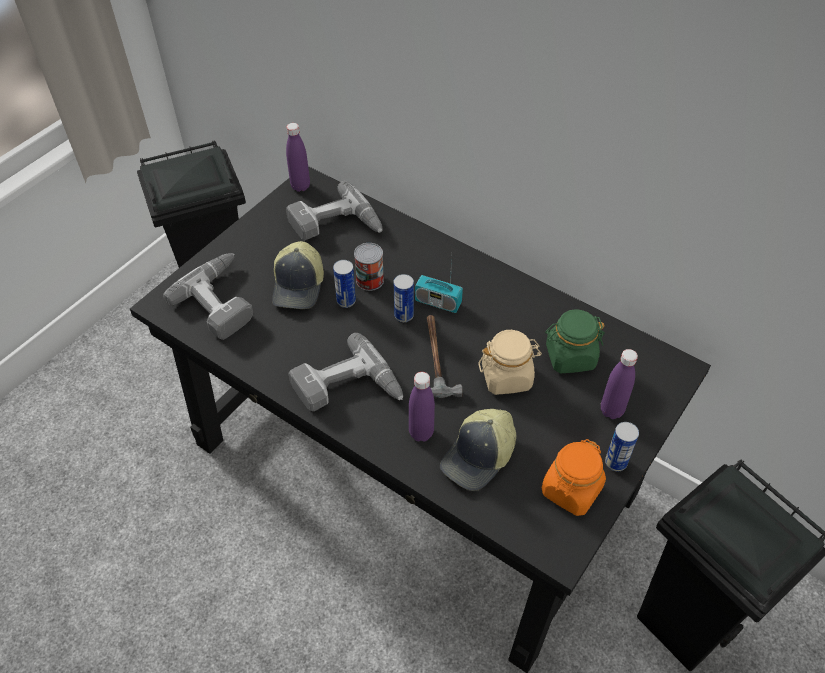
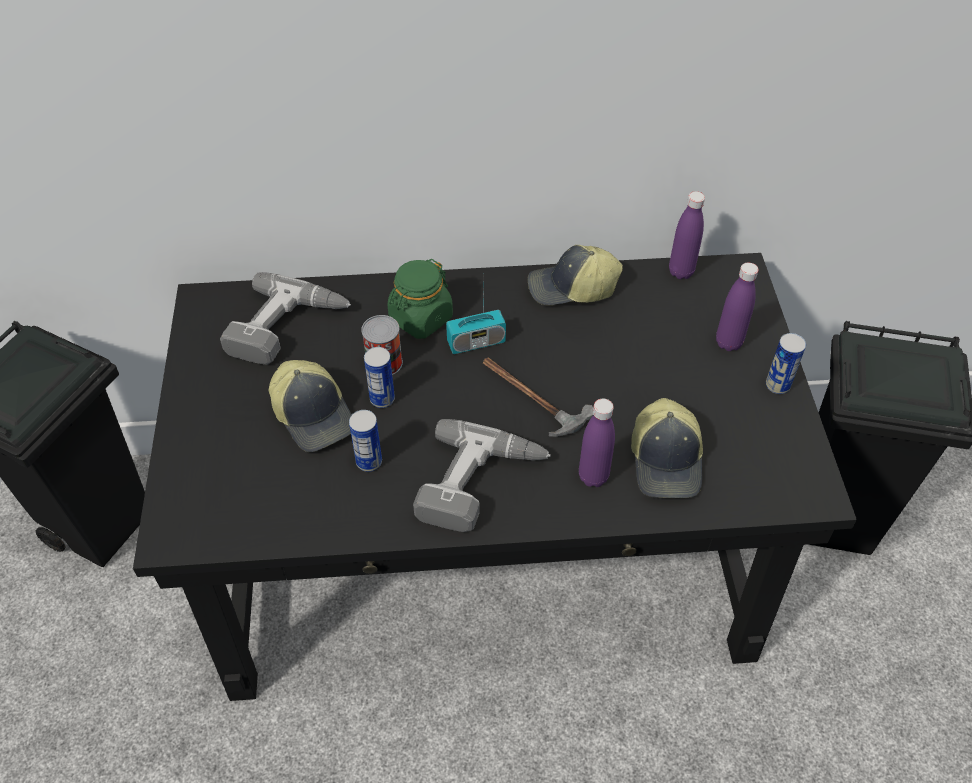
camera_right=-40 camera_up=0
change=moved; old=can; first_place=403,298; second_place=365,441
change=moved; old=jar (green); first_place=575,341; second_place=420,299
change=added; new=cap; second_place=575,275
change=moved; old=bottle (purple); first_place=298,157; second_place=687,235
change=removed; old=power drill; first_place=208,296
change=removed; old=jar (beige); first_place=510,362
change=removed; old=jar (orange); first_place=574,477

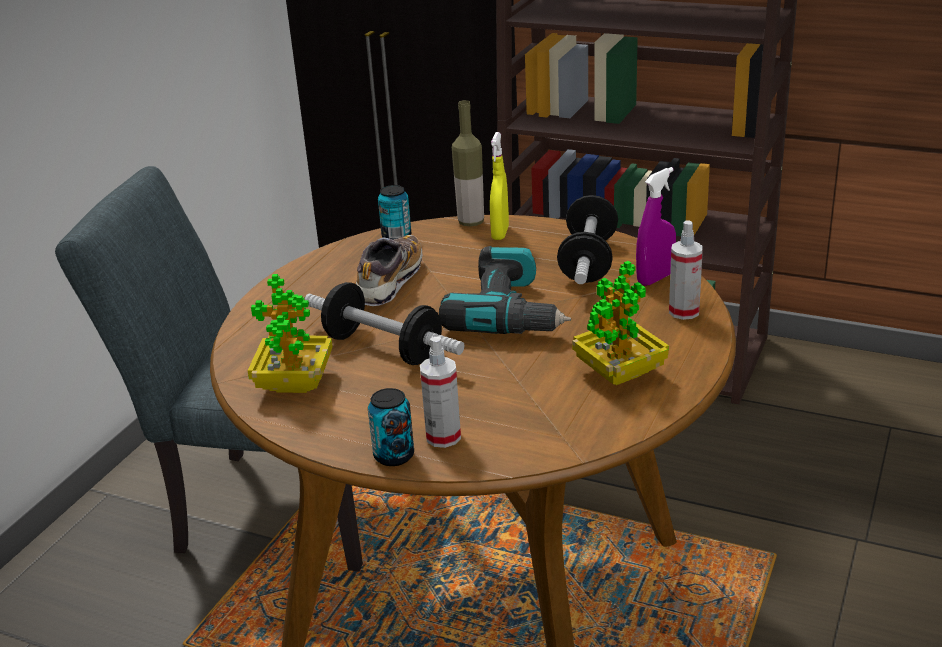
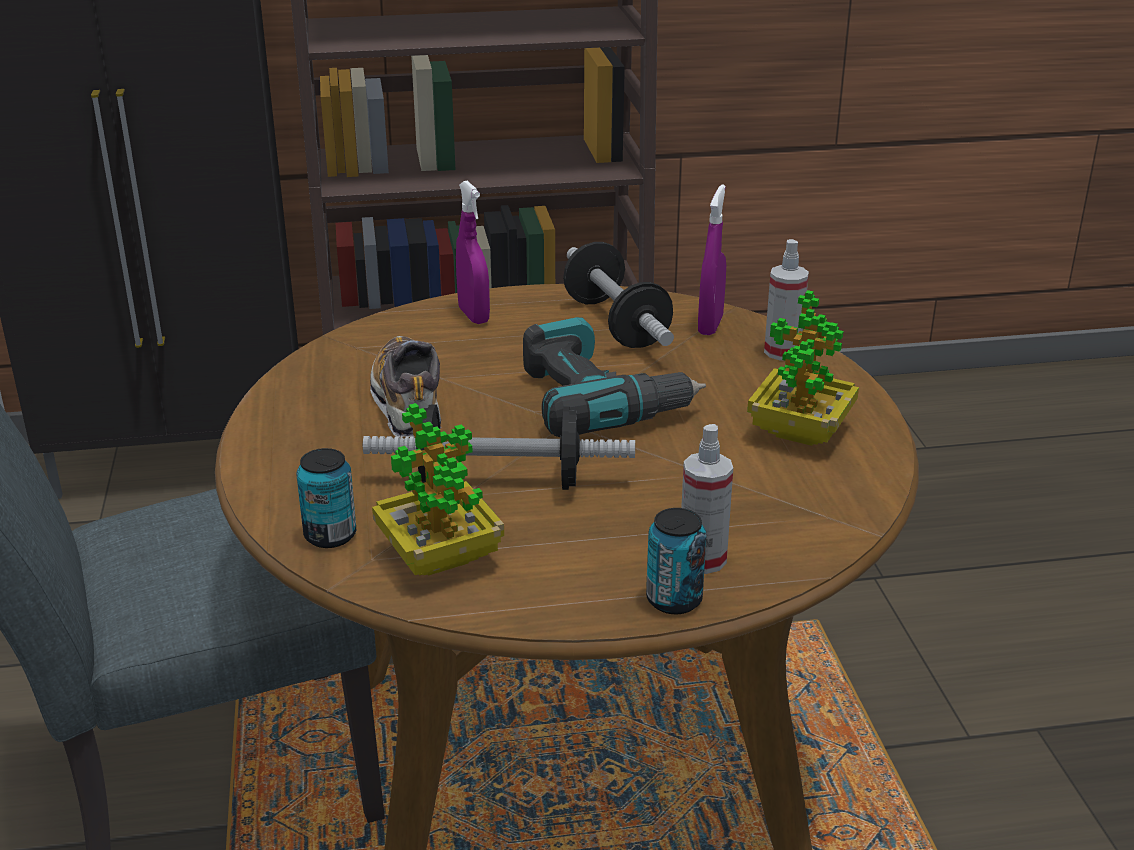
camera_right=-35 camera_up=0
change=moved; old=can; first_place=394,212; second_place=326,498
change=recoloured; old=spray bottle (yellow); new=spray bottle (purple); first_place=499,186; second_place=473,252
change=removed; old=bottle; first_place=468,163

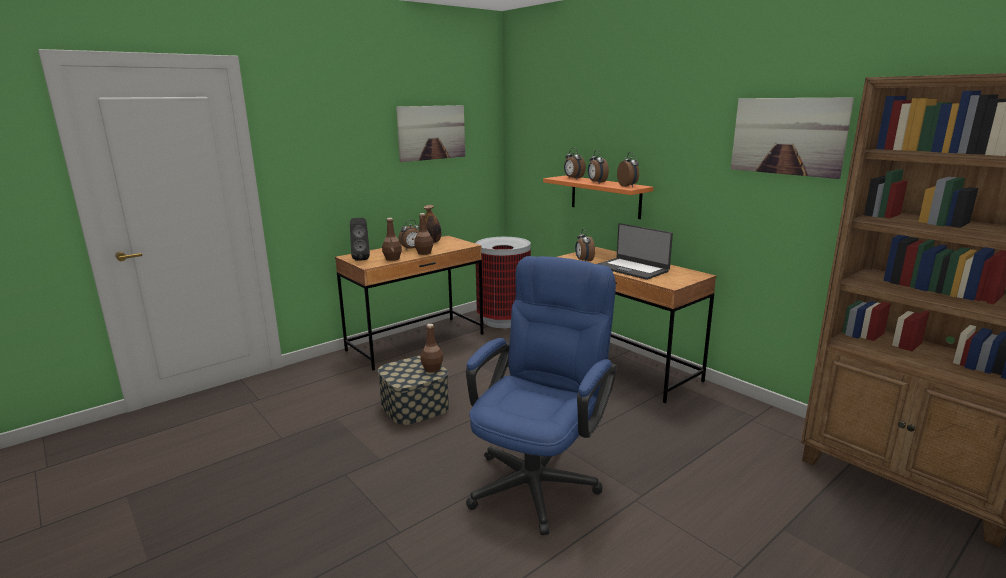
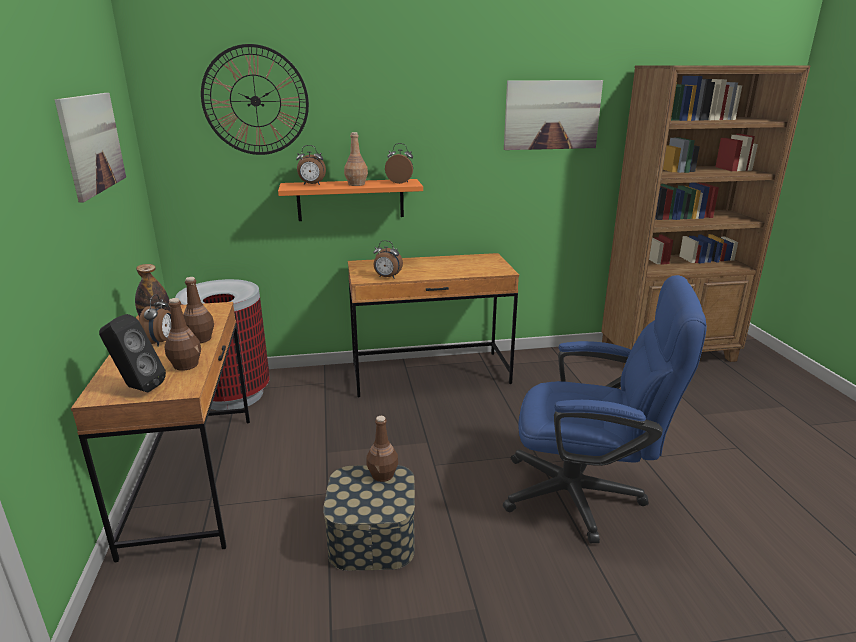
camera_right=-60 camera_up=5
change=added; new=wall clock; second_place=255,99
change=replaced; old=alarm clock; new=bottle (brown); first_place=598,167; second_place=356,159
change=turned; old=office chair (blue); first_place=541,395; second_place=605,409; degrees=135
change=removed; old=laptop; first_place=635,251

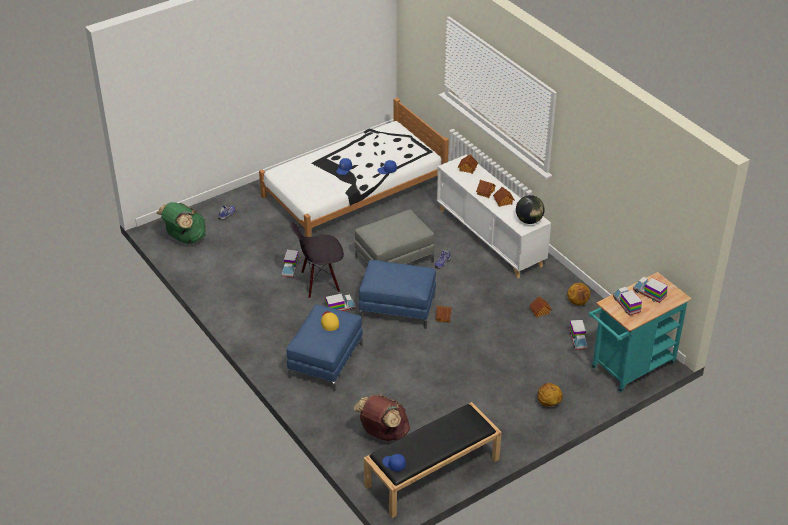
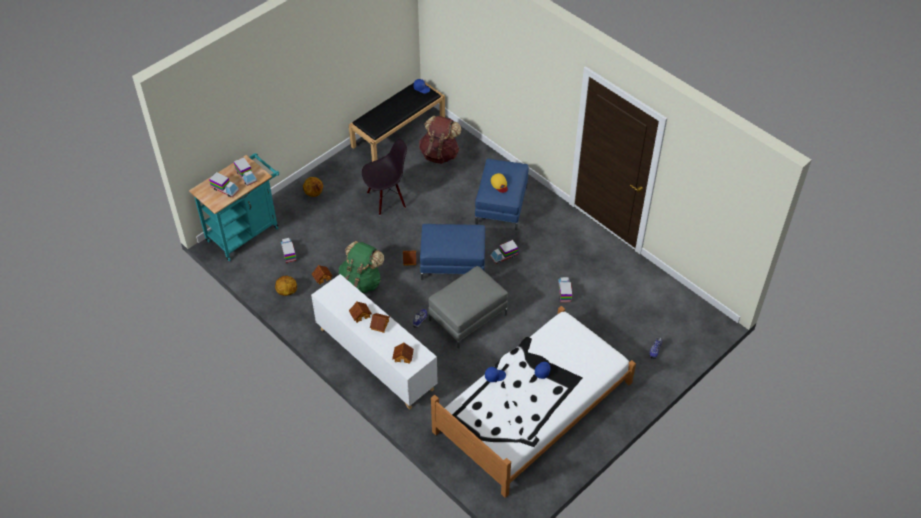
camera_right=170 camera_up=10
change=moved; old=backpack (green); first_place=181,223; second_place=361,267
change=moved; old=chair (black); first_place=317,260; second_place=384,177
change=removed; old=globe; first_place=530,209

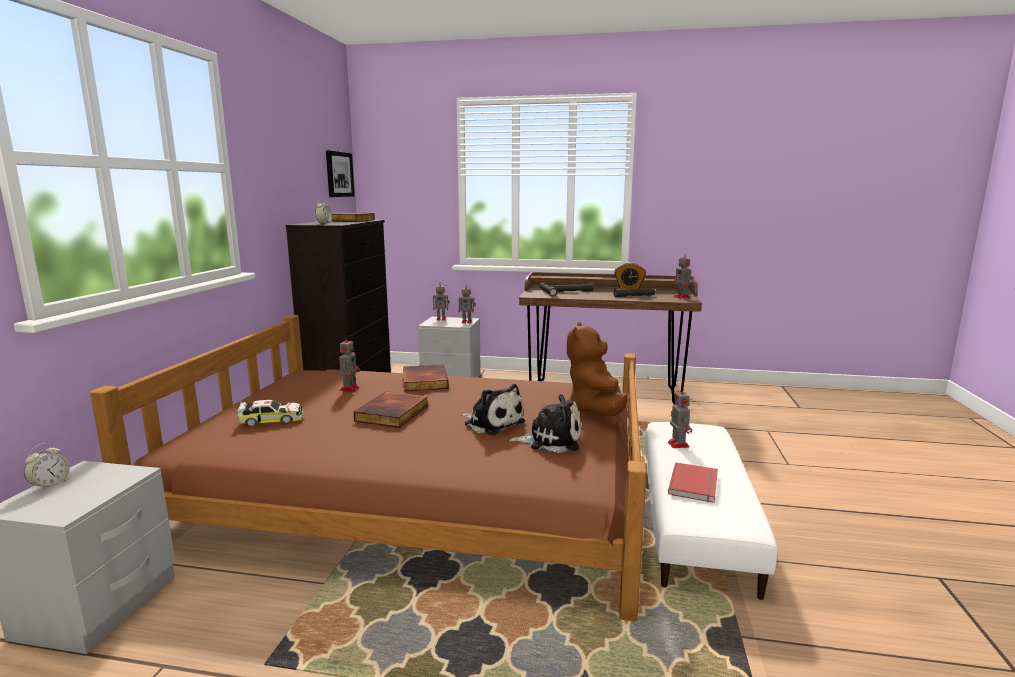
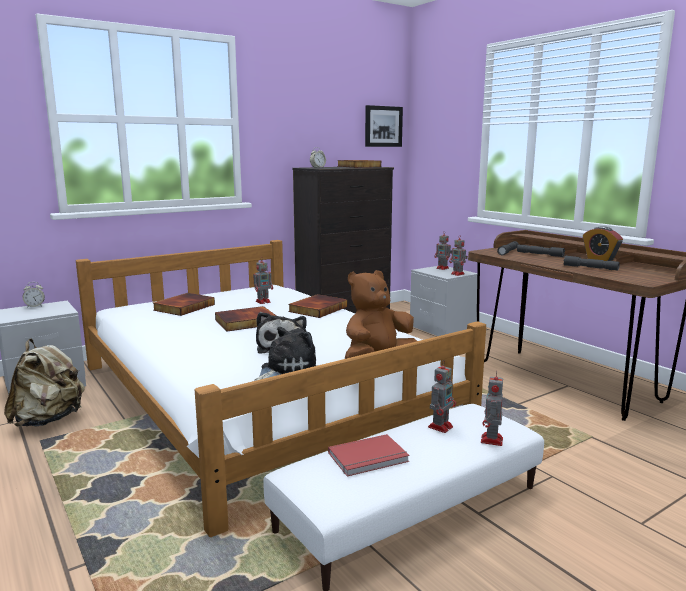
camera_right=45 camera_up=0
change=added; new=backpack (beige); second_place=44,383
change=recoloured; old=bed (brown); new=bed (white); first_place=368,468; second_place=281,388
change=replaced; old=toy car; new=book; first_place=269,413; second_place=184,304
change=turned; old=plush toy; first_place=545,423; second_place=285,354; degrees=-90
change=moved; old=toy robot; first_place=683,276; second_place=492,408

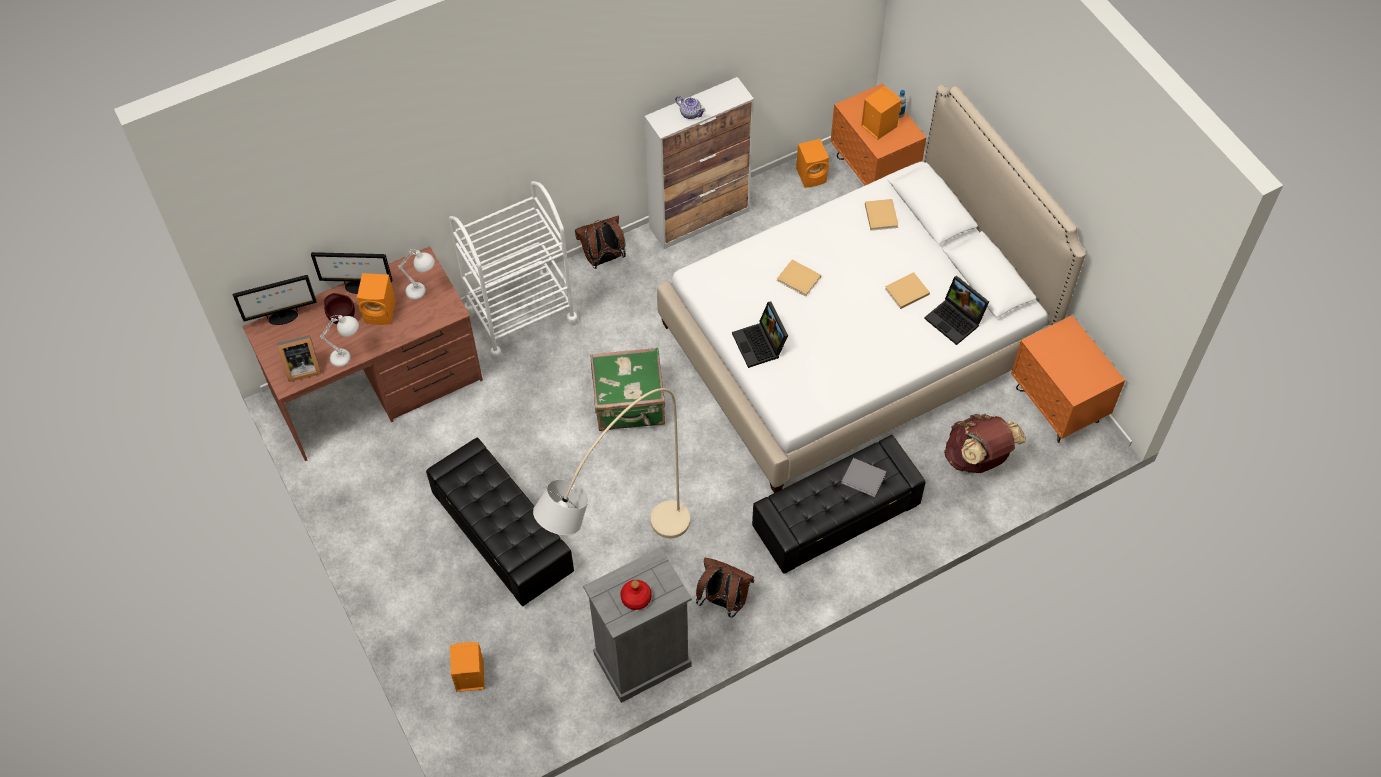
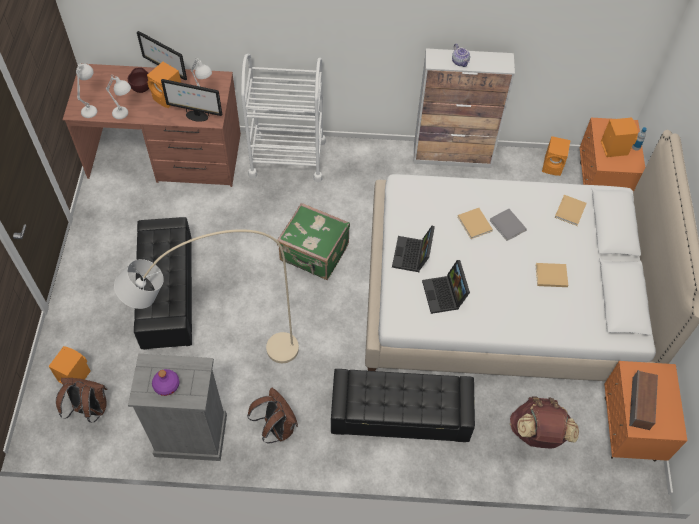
camera_right=30 camera_up=0
change=moved; old=backpack (brown); first_place=600,242; second_place=82,400
change=replaced; old=picture frame; new=table lamp (white); first_place=299,358; second_place=86,91
change=recoloured; old=bottle (red); new=bottle (purple); first_place=635,595; second_place=165,382
change=moved; old=monitor; first_place=275,300; second_place=191,100
change=moved; old=laptop; first_place=956,310; second_place=446,287
change=moved; old=book (grey); first_place=864,477; second_place=508,225
change=added; new=speaker; second_place=643,400

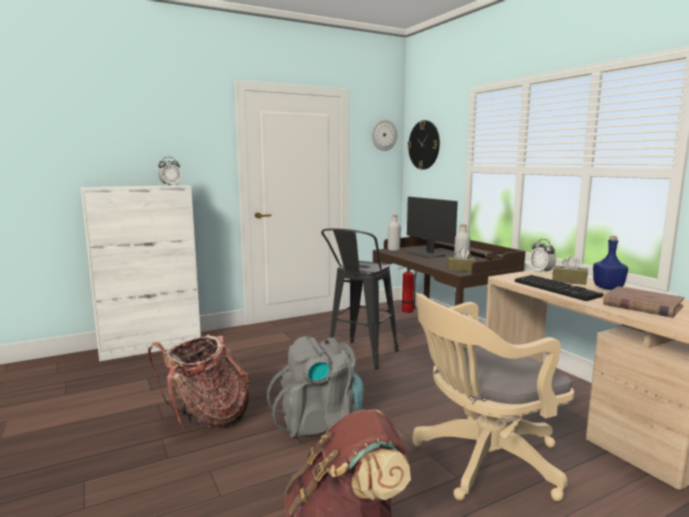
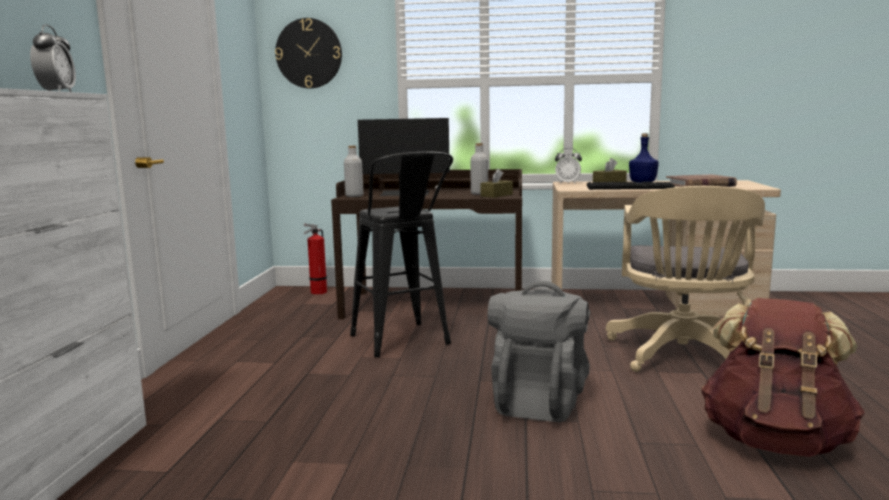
camera_right=-55 camera_up=0
change=removed; old=backpack; first_place=198,383
change=removed; old=wall clock; first_place=384,135

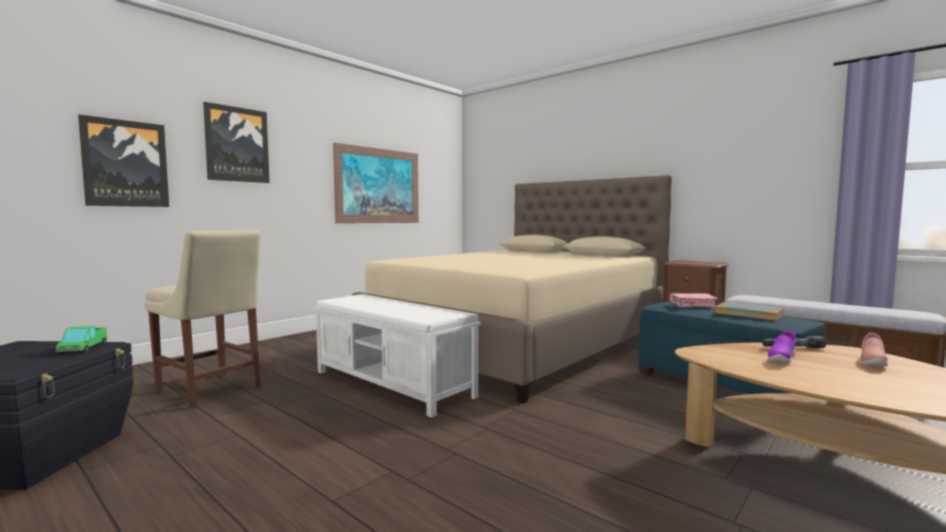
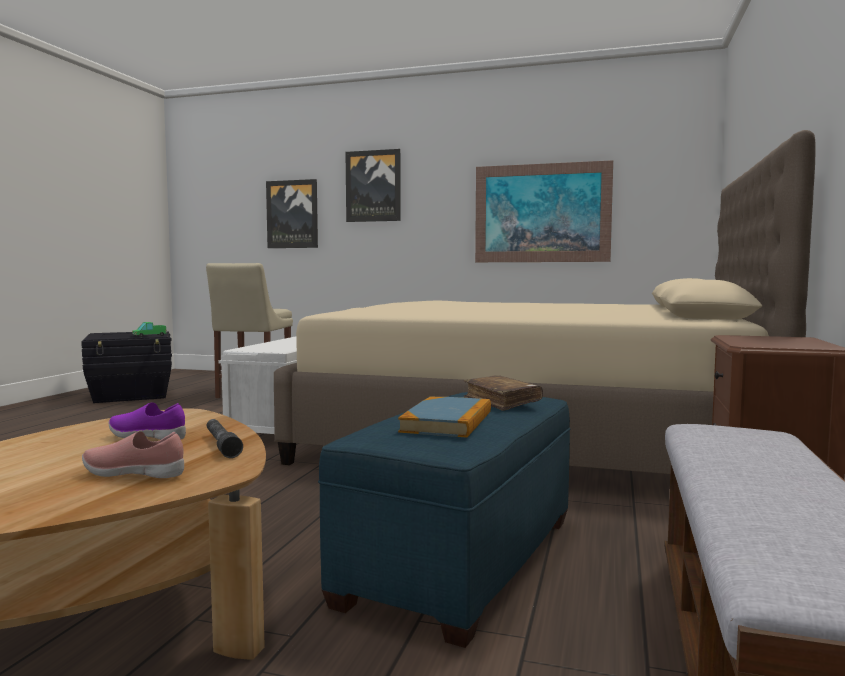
camera_right=65 camera_up=0
change=recoloured; old=book (pink); new=book (brown); first_place=694,300; second_place=503,393

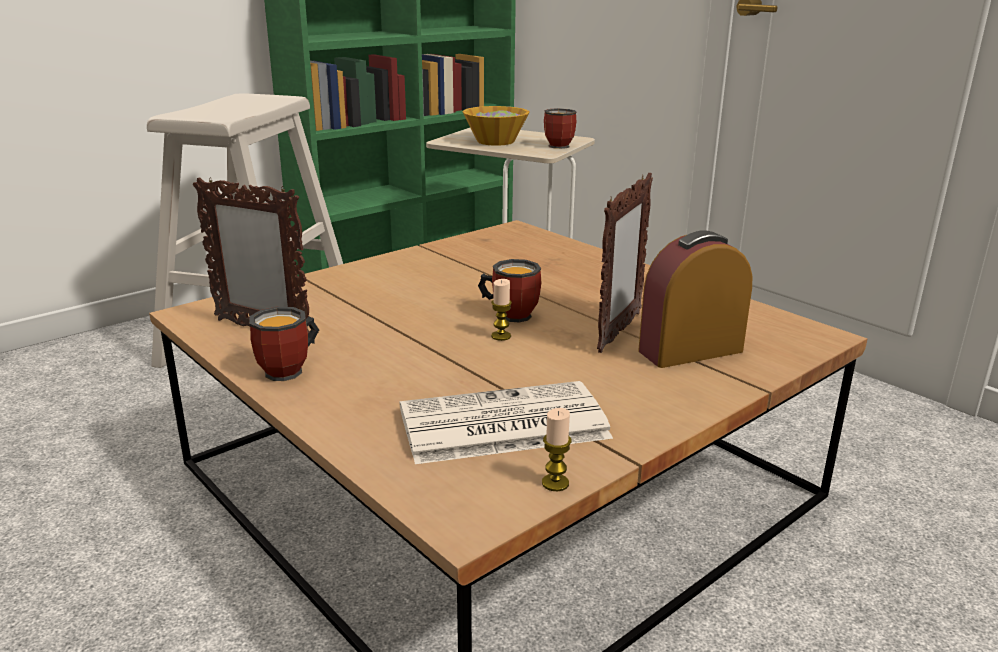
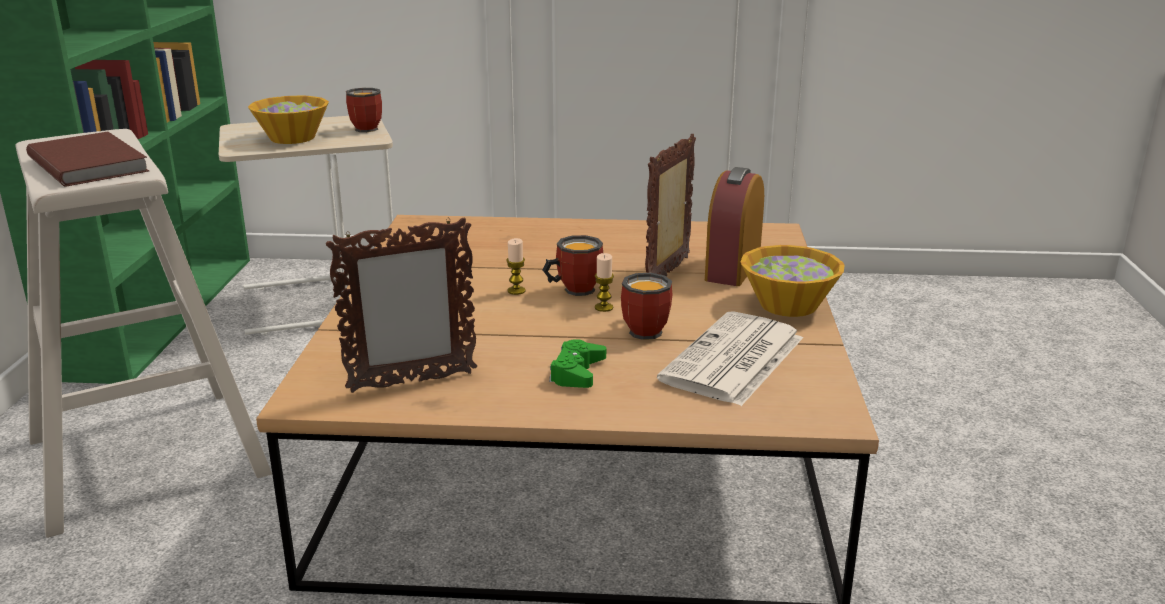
camera_right=-45 camera_up=0
change=added; new=book (brown); second_place=87,159
change=moved; old=candle; first_place=556,449; second_place=516,266
change=added; new=game controller (green); second_place=577,363
change=moved; old=mug; first_place=284,344; second_place=646,306
change=turned; old=picture frame; first_place=625,263; second_place=670,205; degrees=-135
change=added; new=bowl; second_place=793,281

